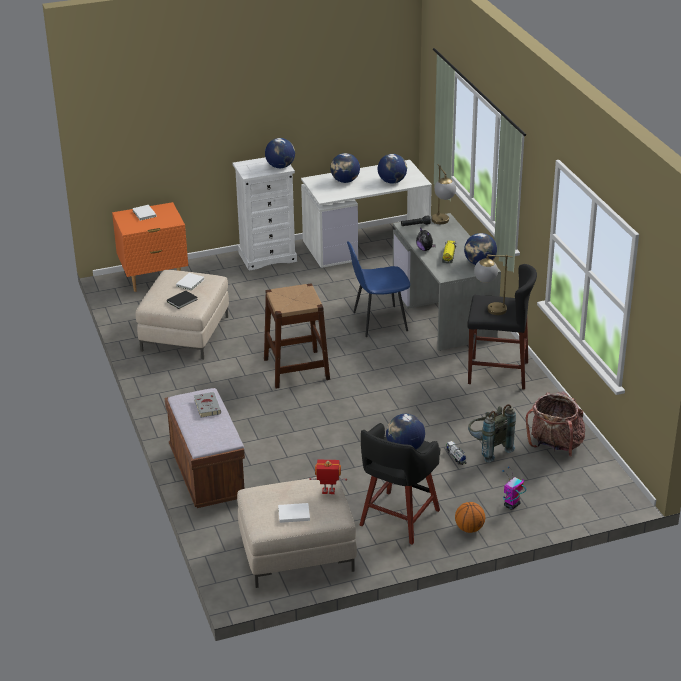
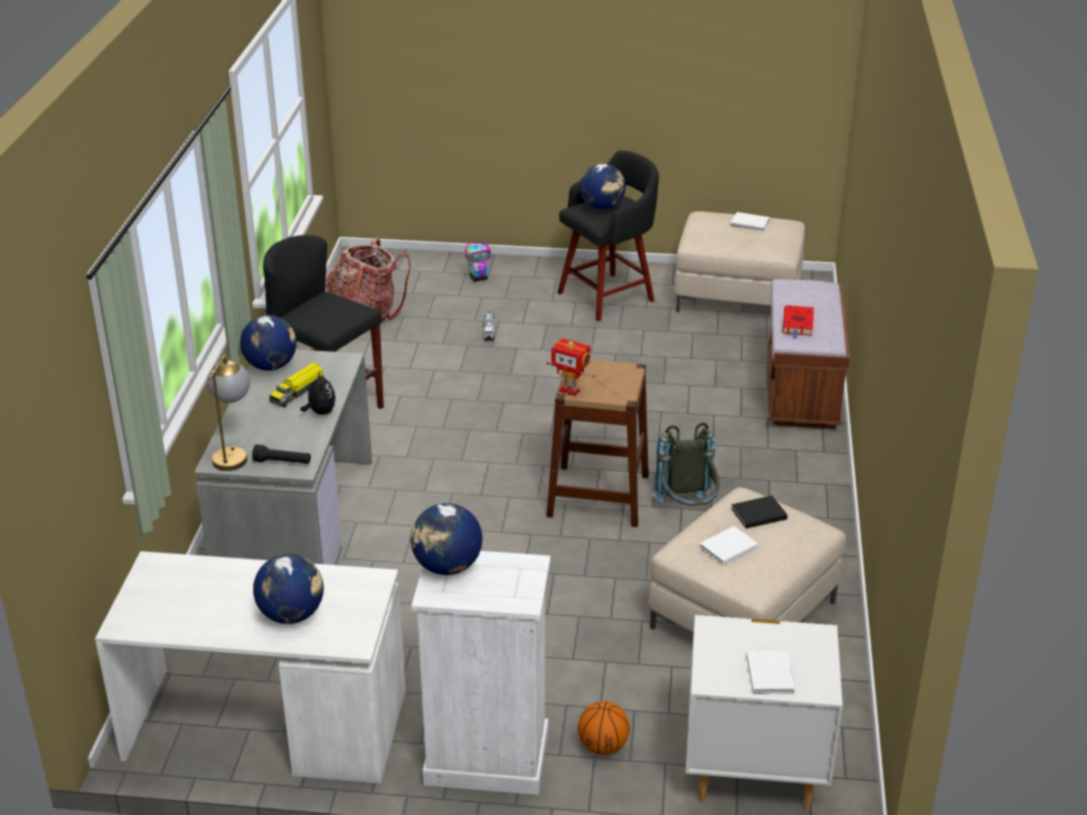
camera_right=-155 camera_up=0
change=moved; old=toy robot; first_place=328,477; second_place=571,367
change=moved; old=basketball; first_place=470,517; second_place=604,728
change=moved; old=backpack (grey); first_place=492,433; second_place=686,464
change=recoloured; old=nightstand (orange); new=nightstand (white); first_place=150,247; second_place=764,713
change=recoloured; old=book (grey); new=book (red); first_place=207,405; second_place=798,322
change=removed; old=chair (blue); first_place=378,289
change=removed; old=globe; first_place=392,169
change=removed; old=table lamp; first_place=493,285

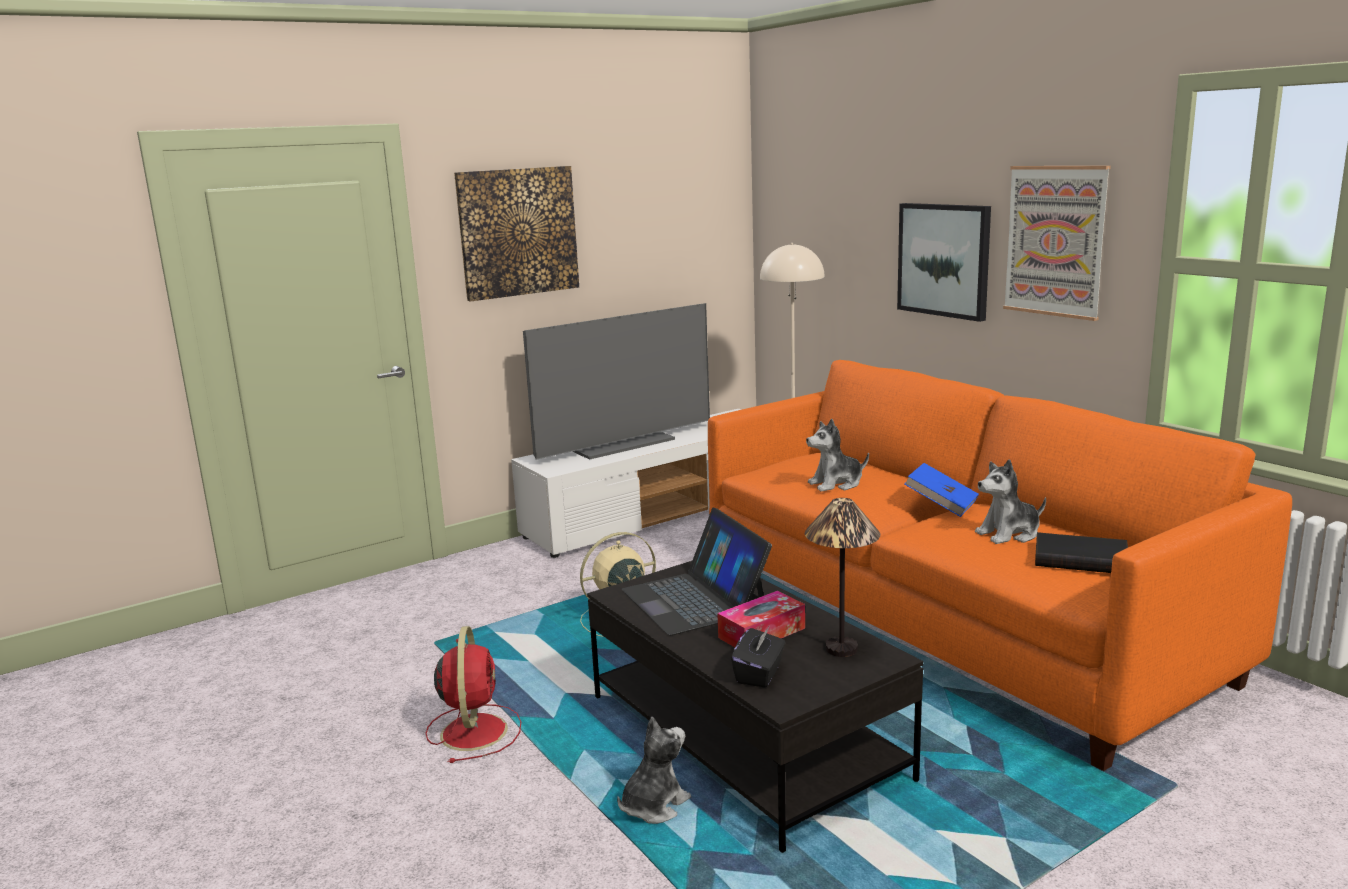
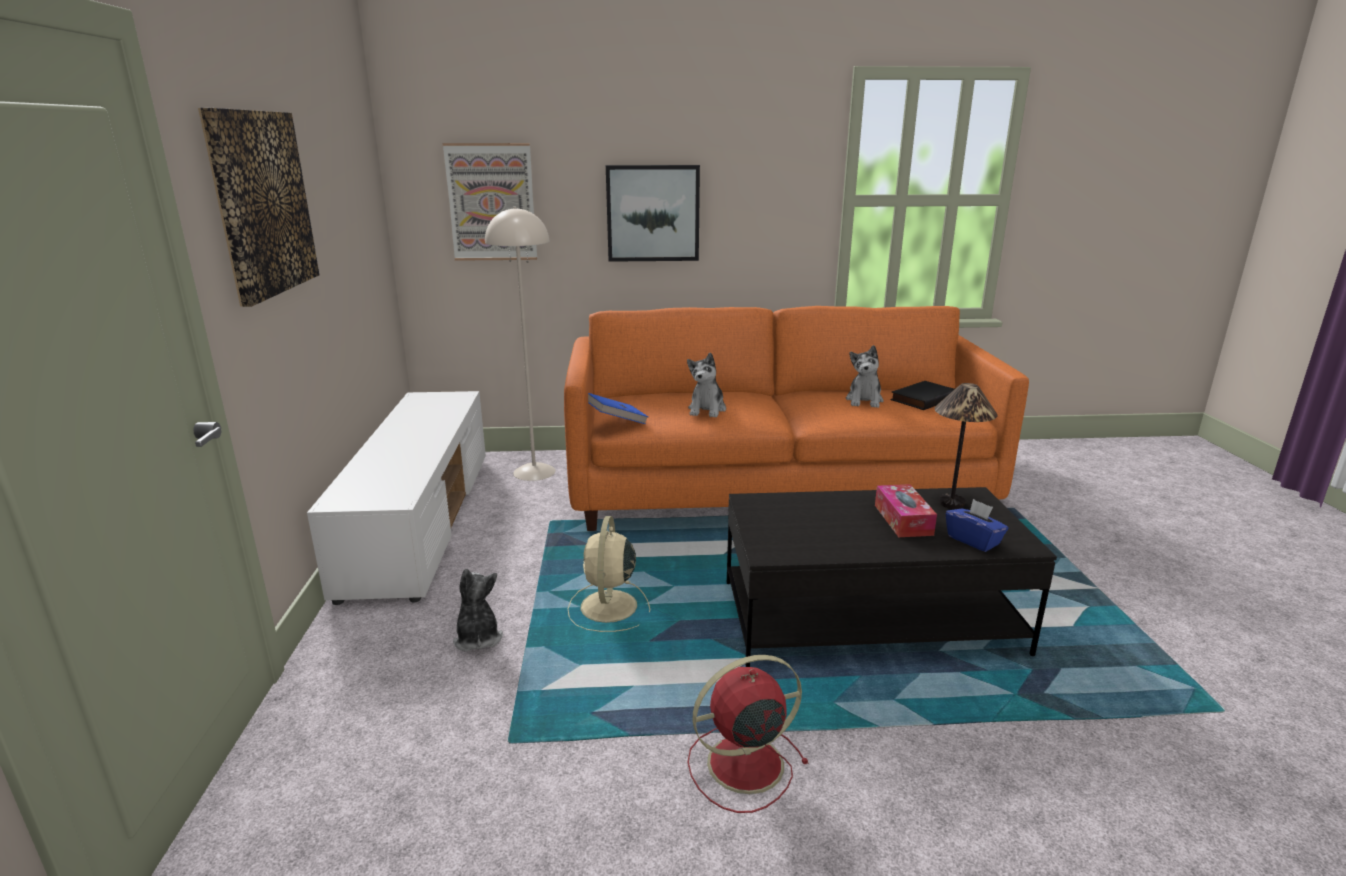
camera_right=-60 camera_up=5
change=moved; old=picture; first_place=1057,243; second_place=490,202
change=moved; old=plush toy; first_place=654,770; second_place=478,610
change=moved; old=book (blue); first_place=941,490; second_place=618,408
change=turned; old=fan (red); first_place=473,694; second_place=748,734; degrees=-45
change=recoloured; old=tissue box (black); new=tissue box (blue); first_place=758,656; second_place=977,525
change=removed; old=television; first_place=616,381
change=removed; old=laptop; first_place=697,571

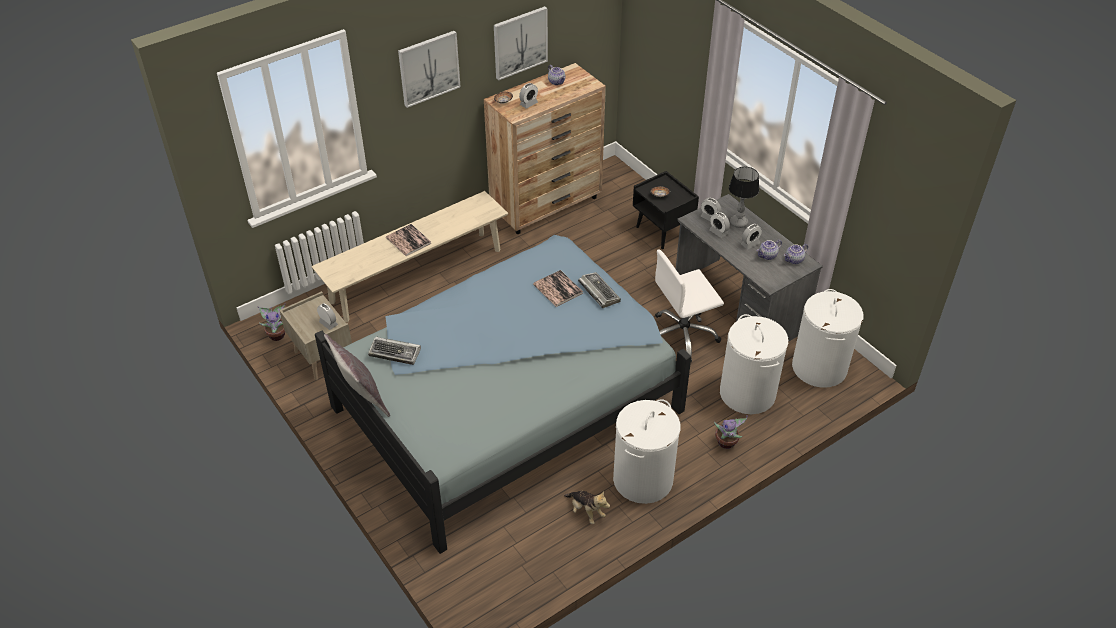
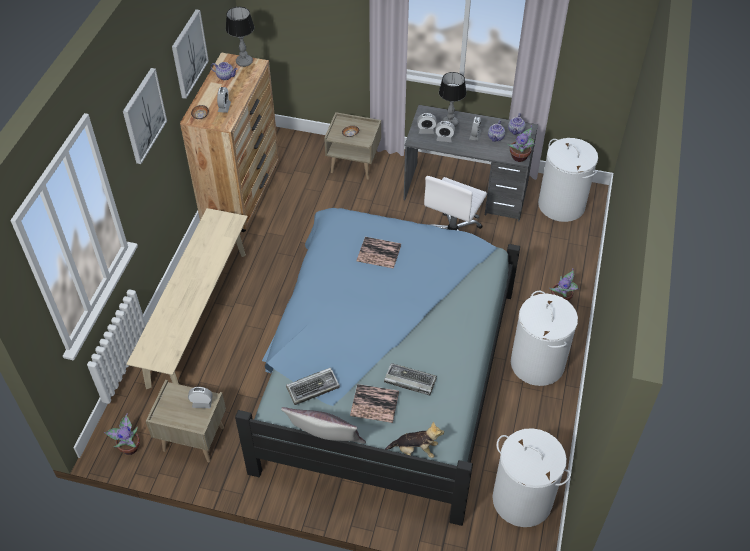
camera_right=-40 camera_up=5
change=added; new=table lamp; second_place=240,37
change=recoloured; old=nightstand (black); new=nightstand (beige); first_place=666,210; second_place=352,146
change=moved; old=book; first_place=408,240; second_place=374,403
change=moved; old=keyboard; first_place=599,290; second_place=410,379
change=moved; old=plush toy; first_place=587,507; second_place=414,439
change=moved; old=laundry basket (white); first_place=754,364; second_place=531,477
change=added; new=potted plant; second_place=521,143

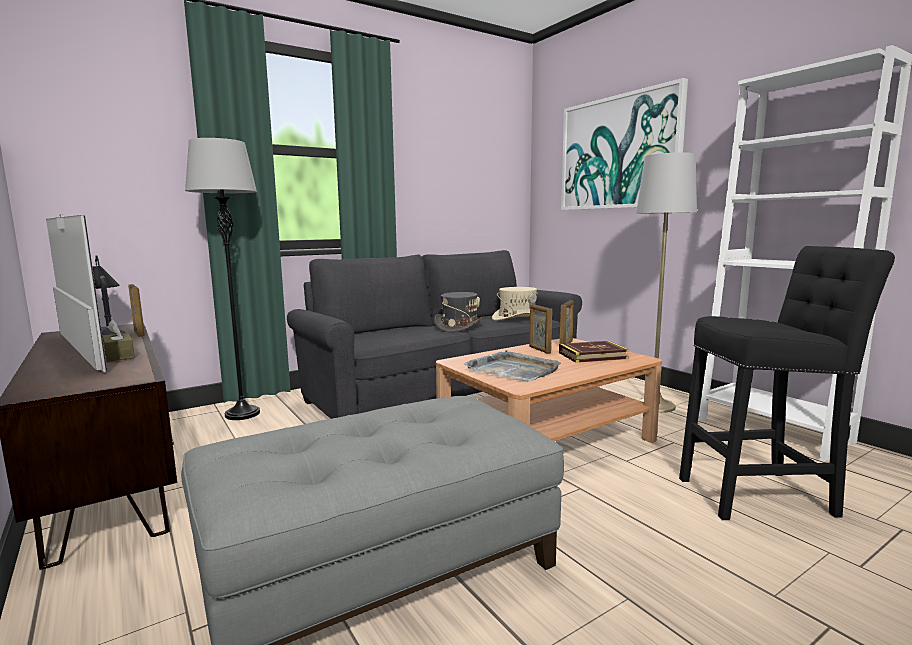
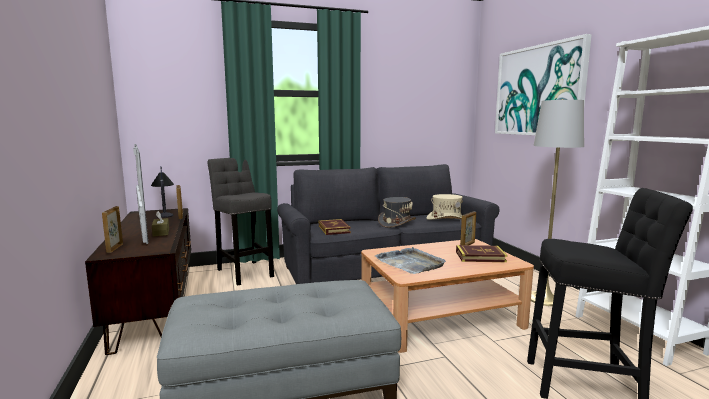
camera_right=15 camera_up=0
change=moved; old=picture frame; first_place=540,329; second_place=112,229
change=replaced; old=floor lamp (grey); new=stool (grey); first_place=222,279; second_place=241,221
change=added; new=book; second_place=335,227

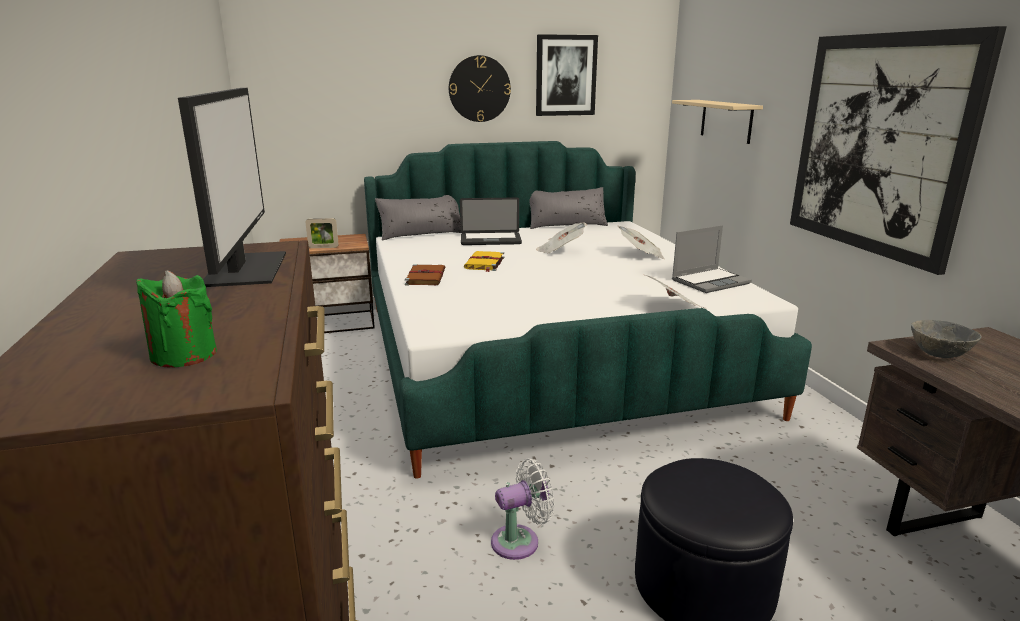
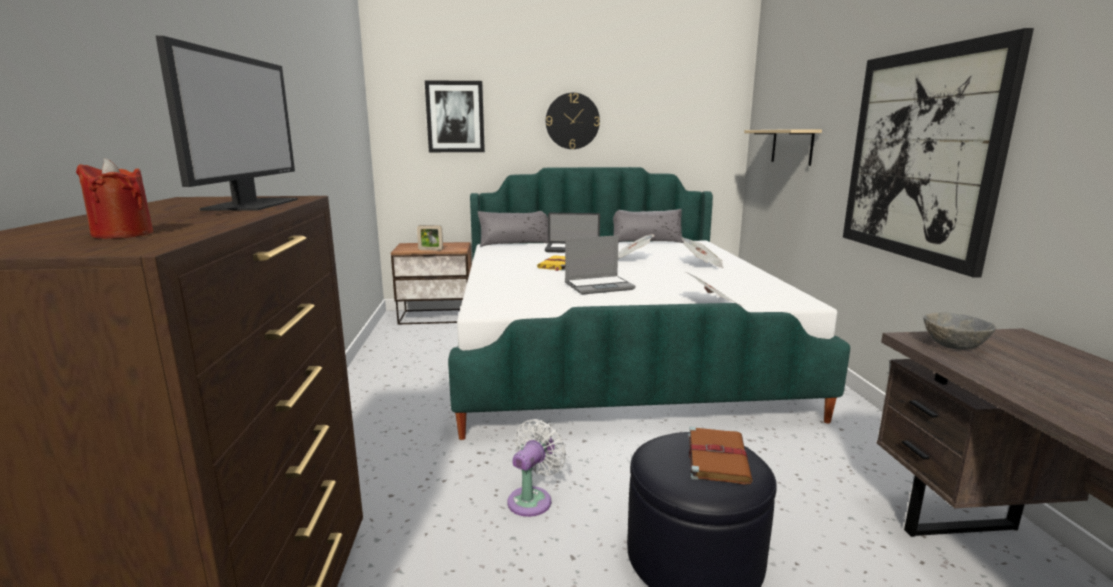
camera_right=10 camera_up=-5
change=recoloured; old=candle (green); new=candle (red); first_place=176,318; second_place=114,198
change=moved; old=picture; first_place=567,75; second_place=455,116
change=turned; old=fan (white); first_place=522,509; second_place=536,468; degrees=-45
change=moved; old=laptop; first_place=712,259; second_place=600,265
change=moved; old=book (brown); first_place=425,275; second_place=720,456

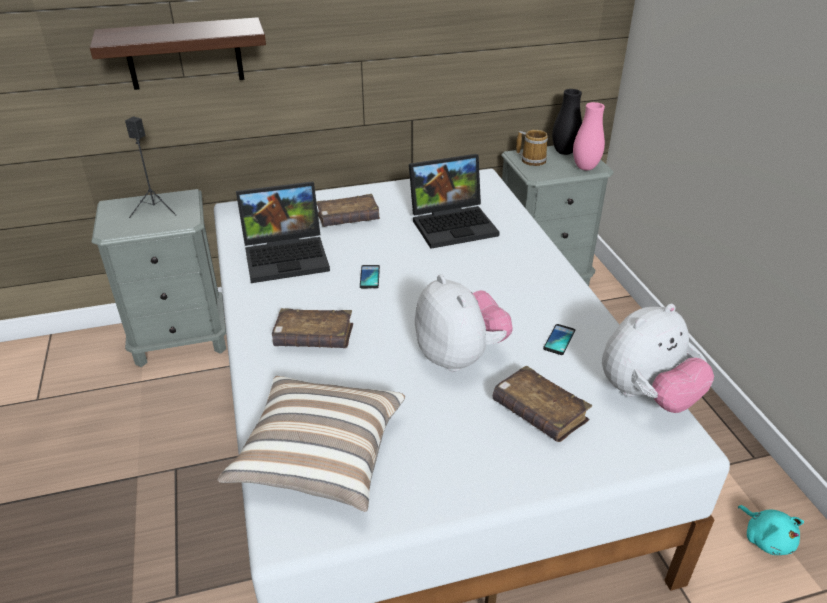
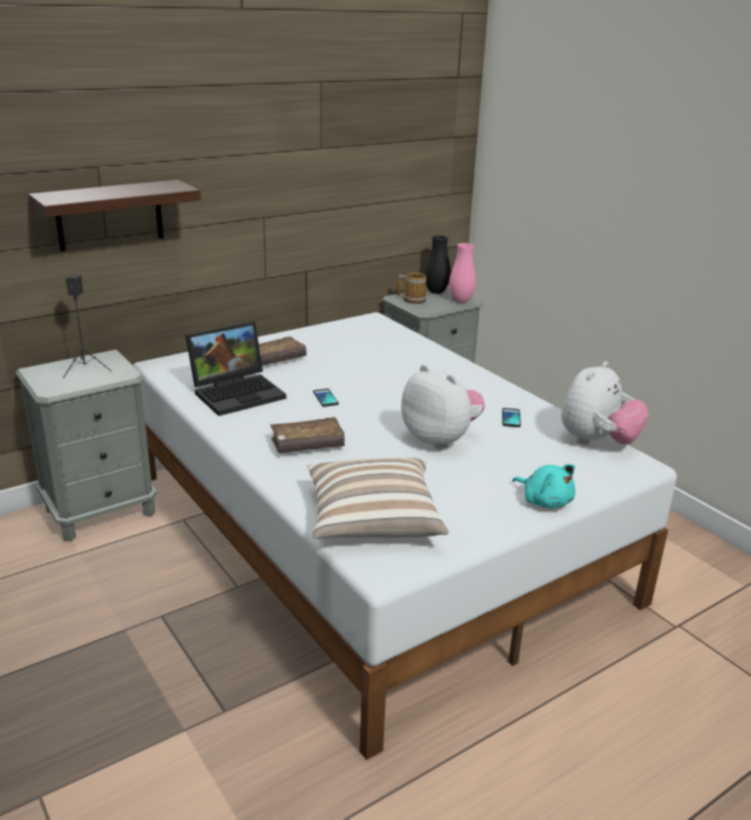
camera_right=-20 camera_up=-10
change=moved; old=plush toy (turquoise); first_place=771,530; second_place=543,486
change=removed; old=laptop; first_place=454,201
change=removed; old=book (brown); first_place=542,404

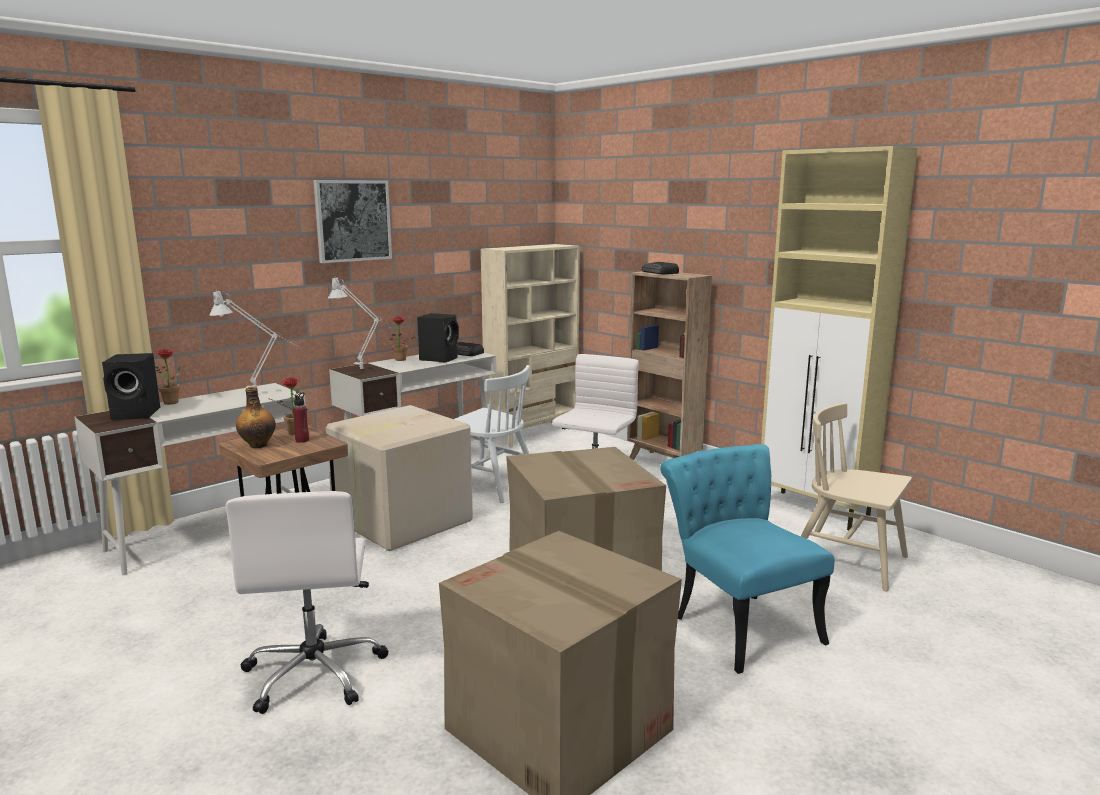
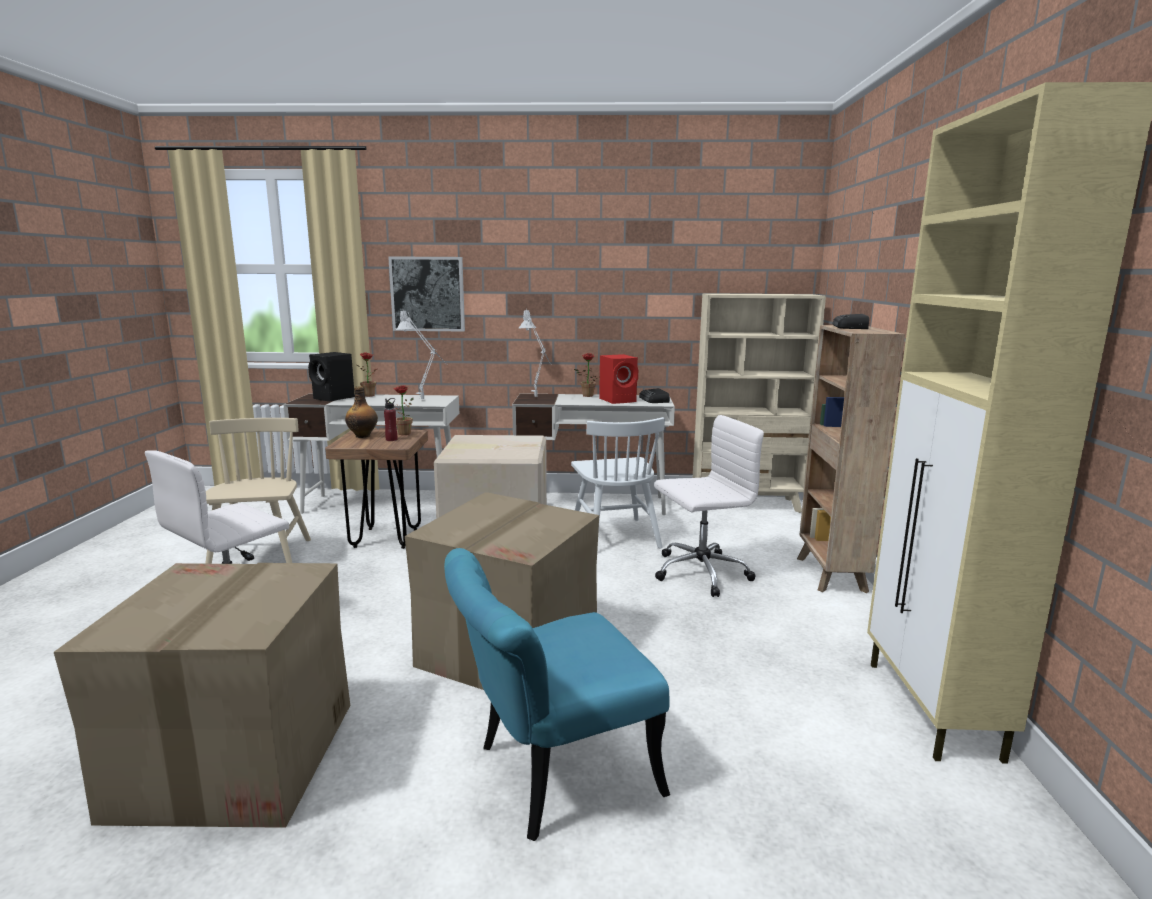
camera_right=45 camera_up=0
change=moved; old=chair (beige); first_place=856,497; second_place=258,491
change=moved; old=picture; first_place=352,221; second_place=426,293
change=turned; old=chair (turquoise); first_place=747,559; second_place=557,694; degrees=-135
change=recoloured; old=speaker (black); new=speaker (red); first_place=438,337; second_place=618,379

